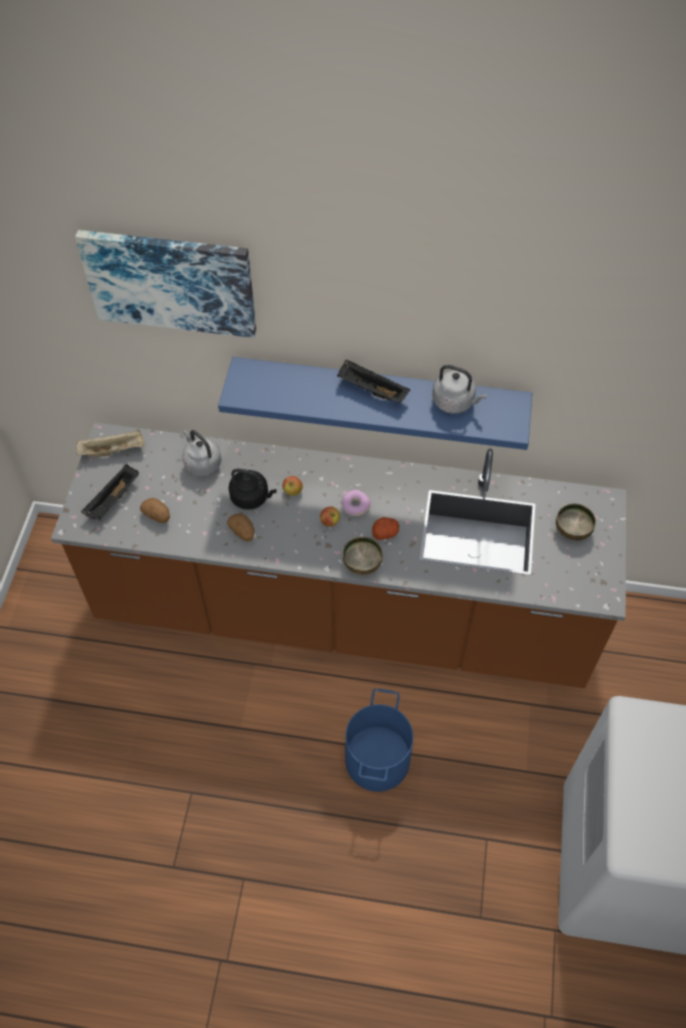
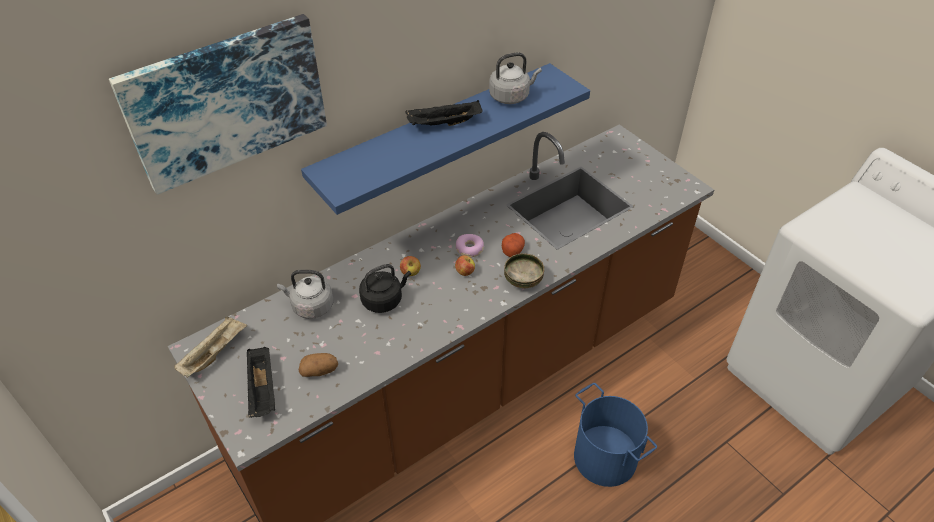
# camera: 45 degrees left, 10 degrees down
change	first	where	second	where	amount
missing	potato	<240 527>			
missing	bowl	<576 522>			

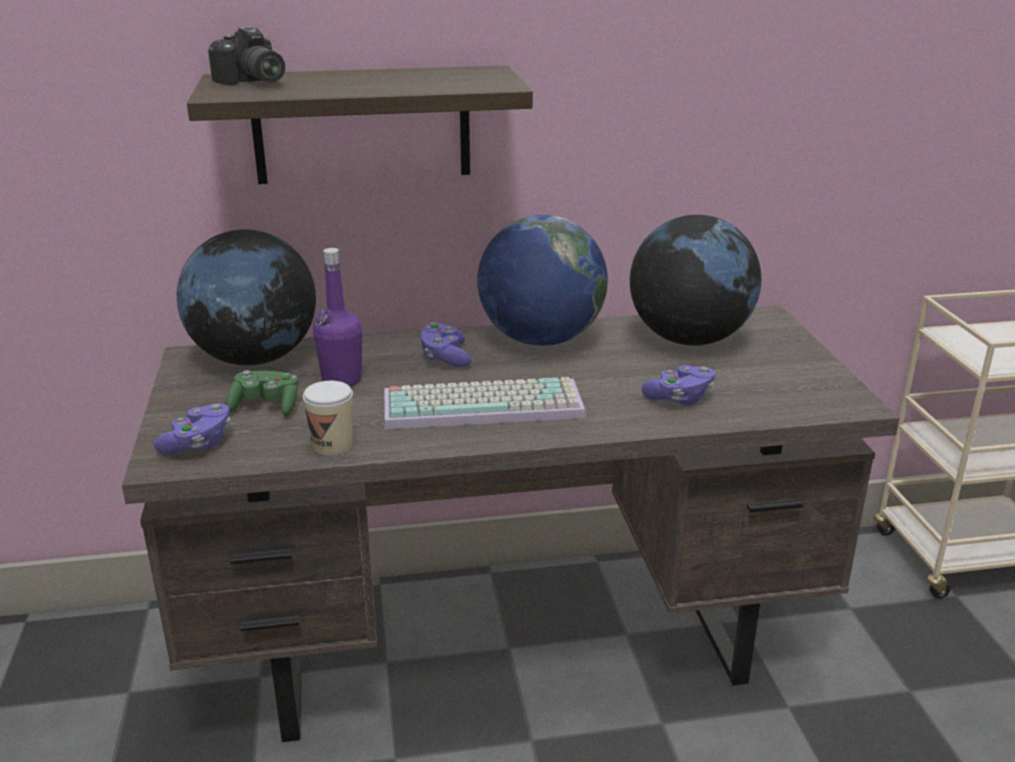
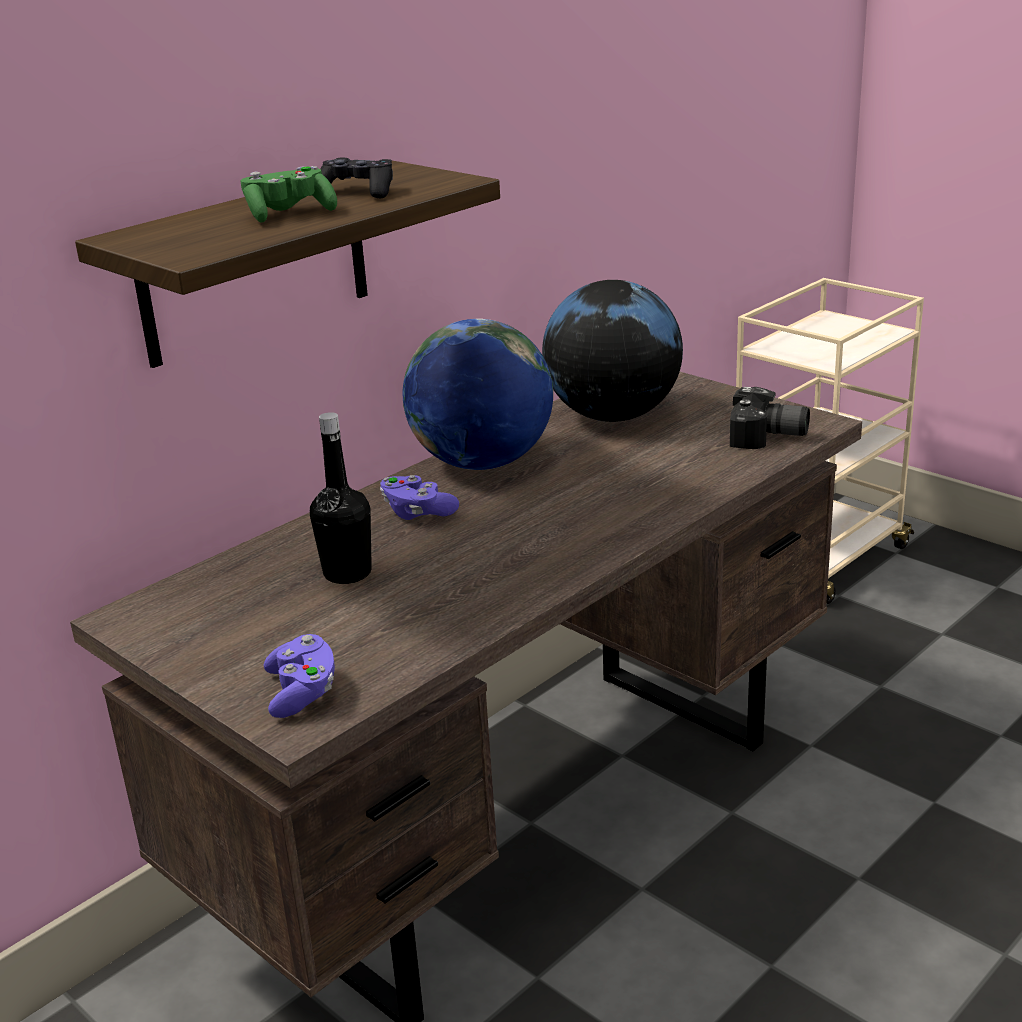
# camera: 35 degrees left, 0 degrees up
change	first	where	second	where	amount
missing	globe	<246 297>			
relocated	photo camera	<246 55>		<770 418>	
relocated	game controller/green	<262 393>		<289 194>	
missing	cup	<328 418>			
colour	bottle/purple	<337 317>	bottle/black	<341 498>	
missing	keyboard	<485 403>			
missing	game controller/purple	<678 385>			
appeared			game controller/black	<357 178>	

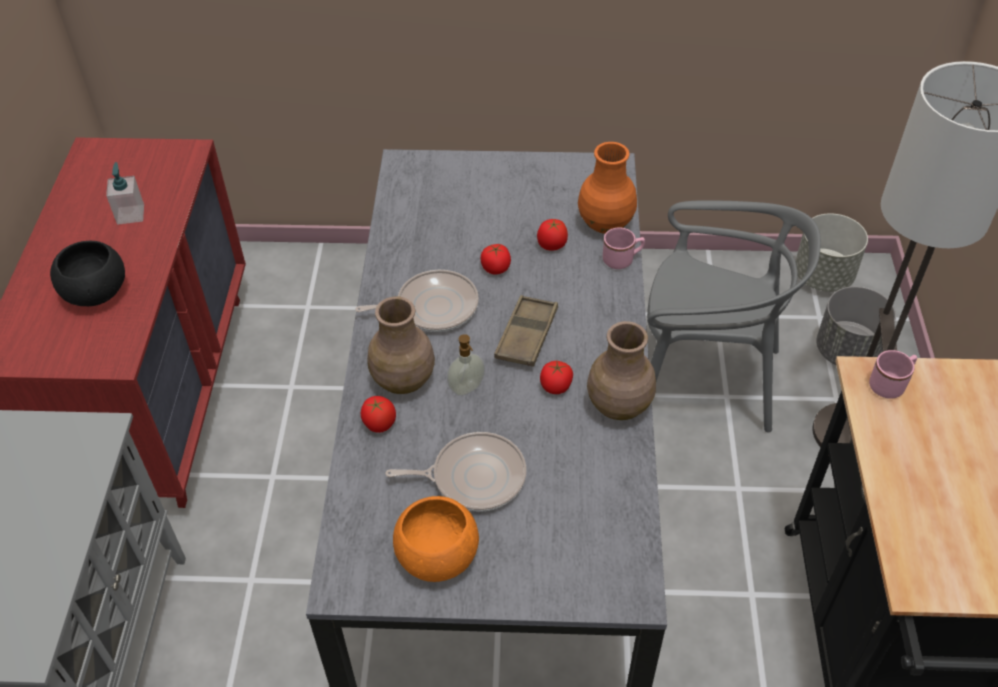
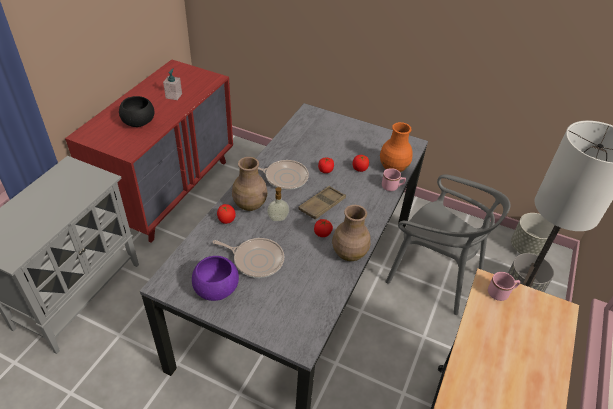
# camera: 20 degrees right, 5 degrees down
change	first	where	second	where	amount
colour	bowl/orange	<436 539>	bowl/purple	<215 278>	

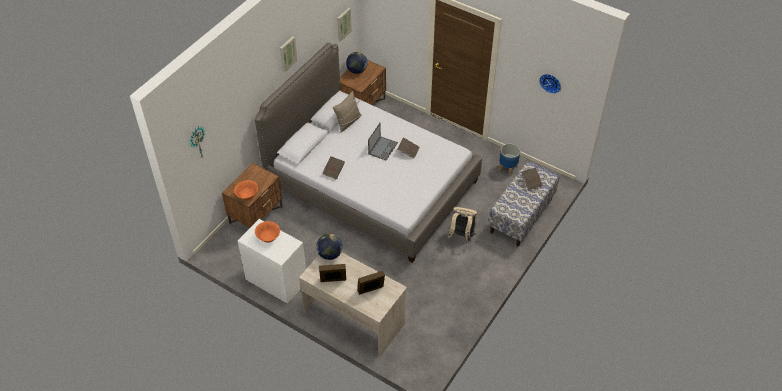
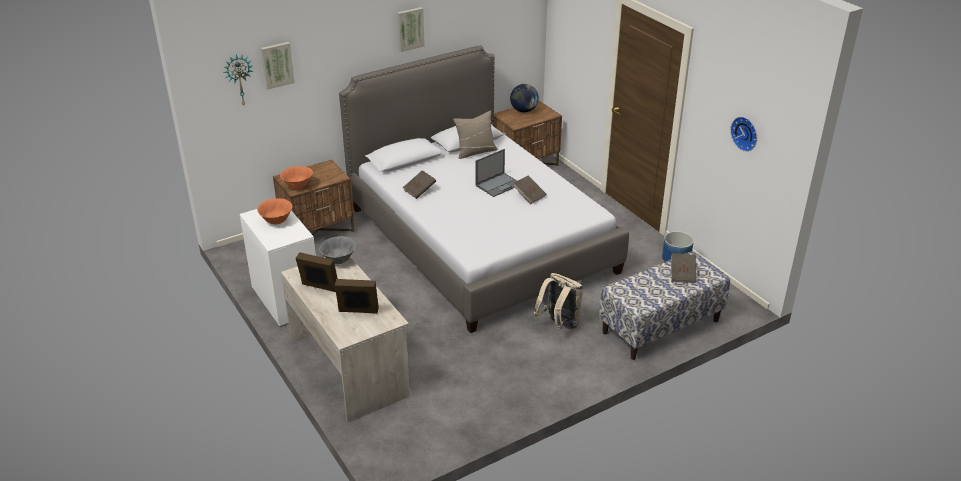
# camera: 25 degrees right, 15 degrees down
change	first	where	second	where	amount
exchanged	globe	<329 247>	bowl/grey	<337 250>	
relocated	picture	<344 24>		<278 65>	

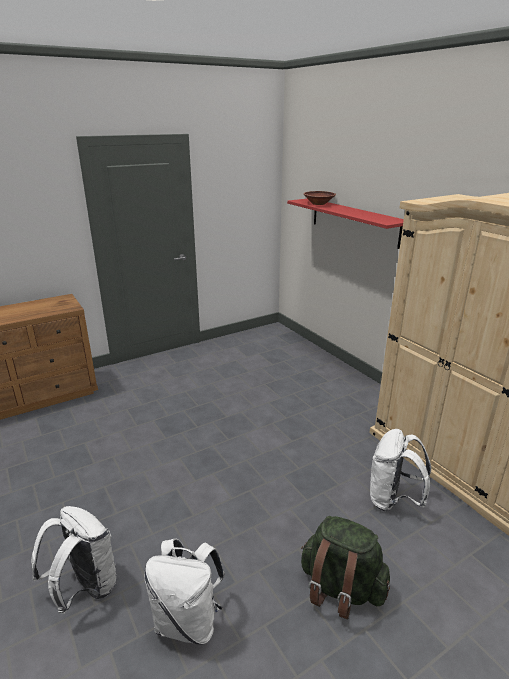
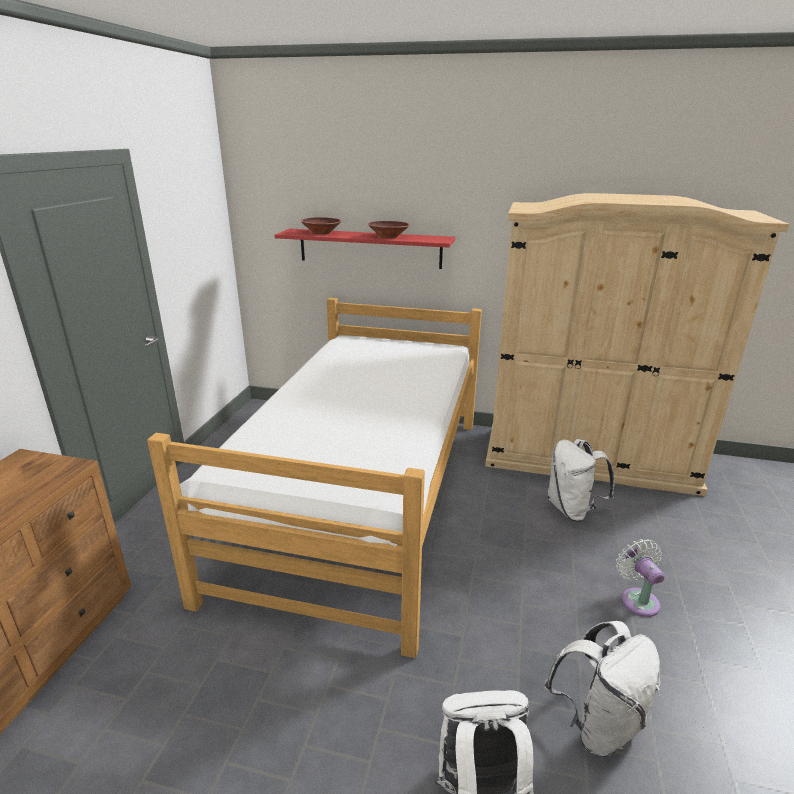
# camera: 45 degrees left, 0 degrees up
change	first	where	second	where	amount
exchanged	backpack/green	<345 567>	fan/white	<640 578>	
appeared			bed	<314 478>	
appeared			bowl/brown	<389 230>	

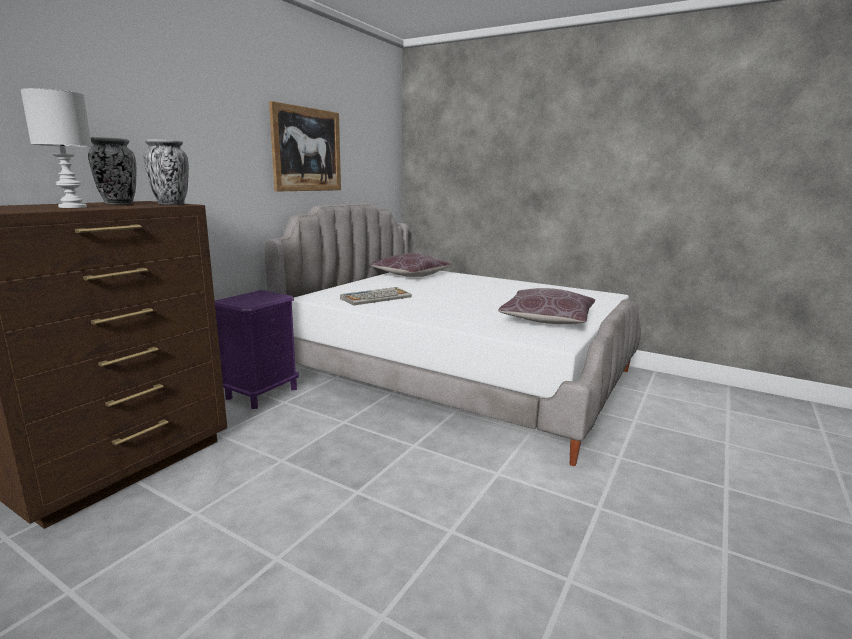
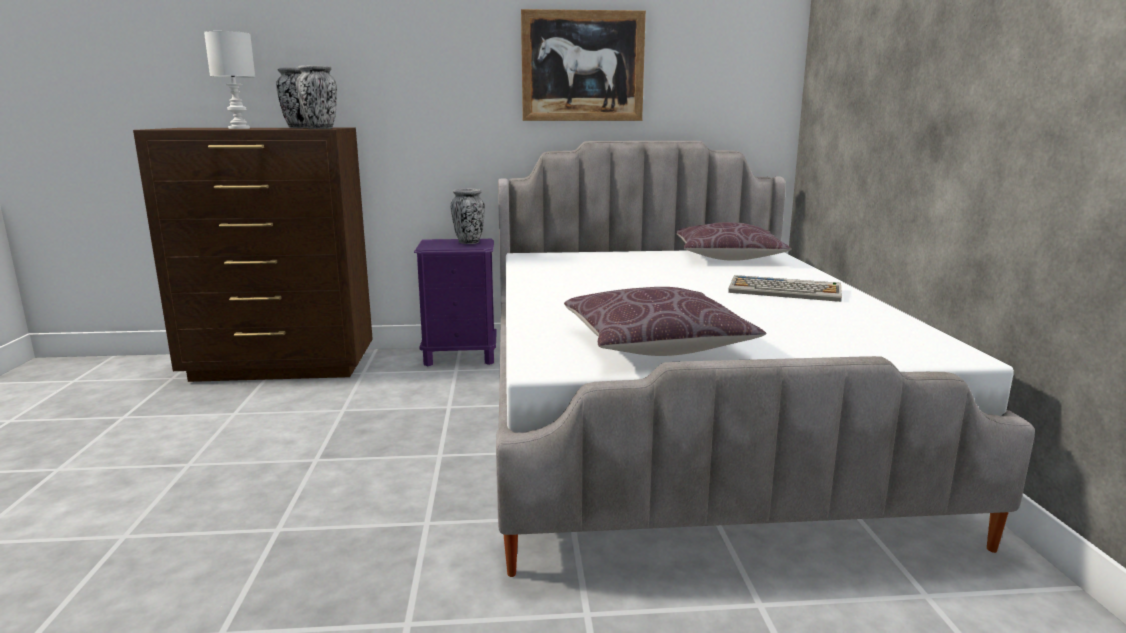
# camera: 55 degrees right, 0 degrees up
change	first	where	second	where	amount
relocated	keyboard	<376 296>		<785 288>	
appeared			vase	<468 216>	

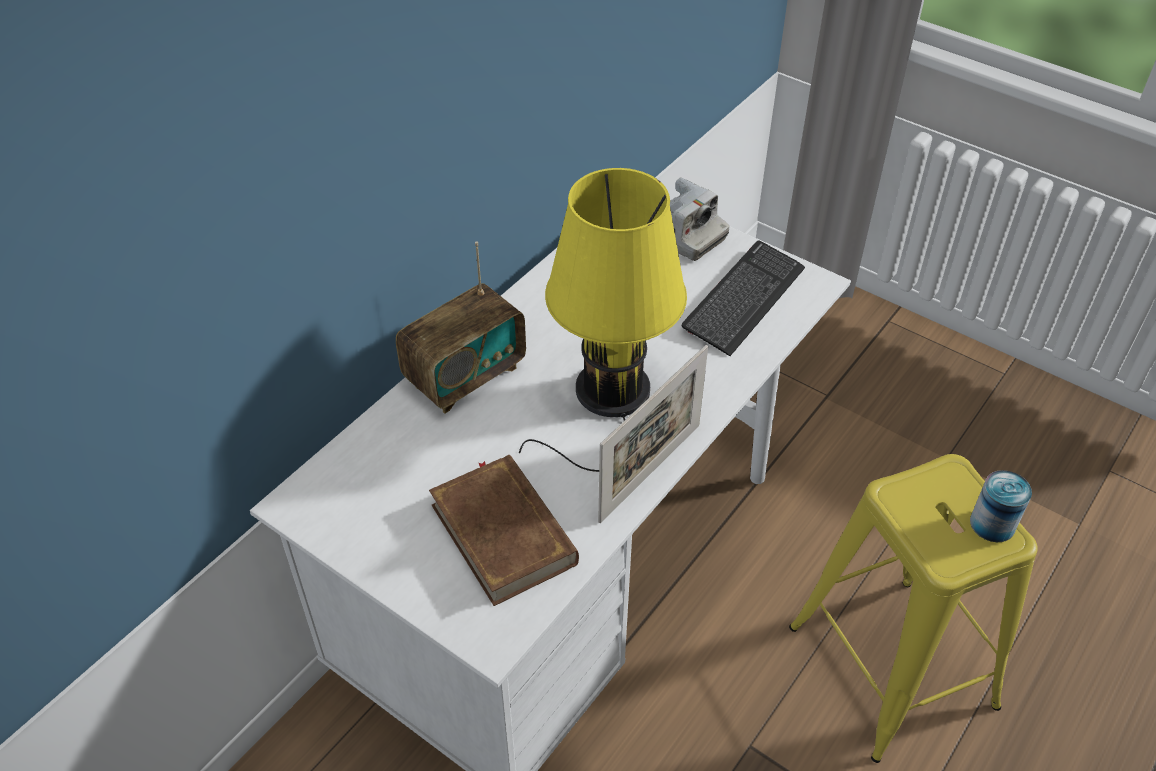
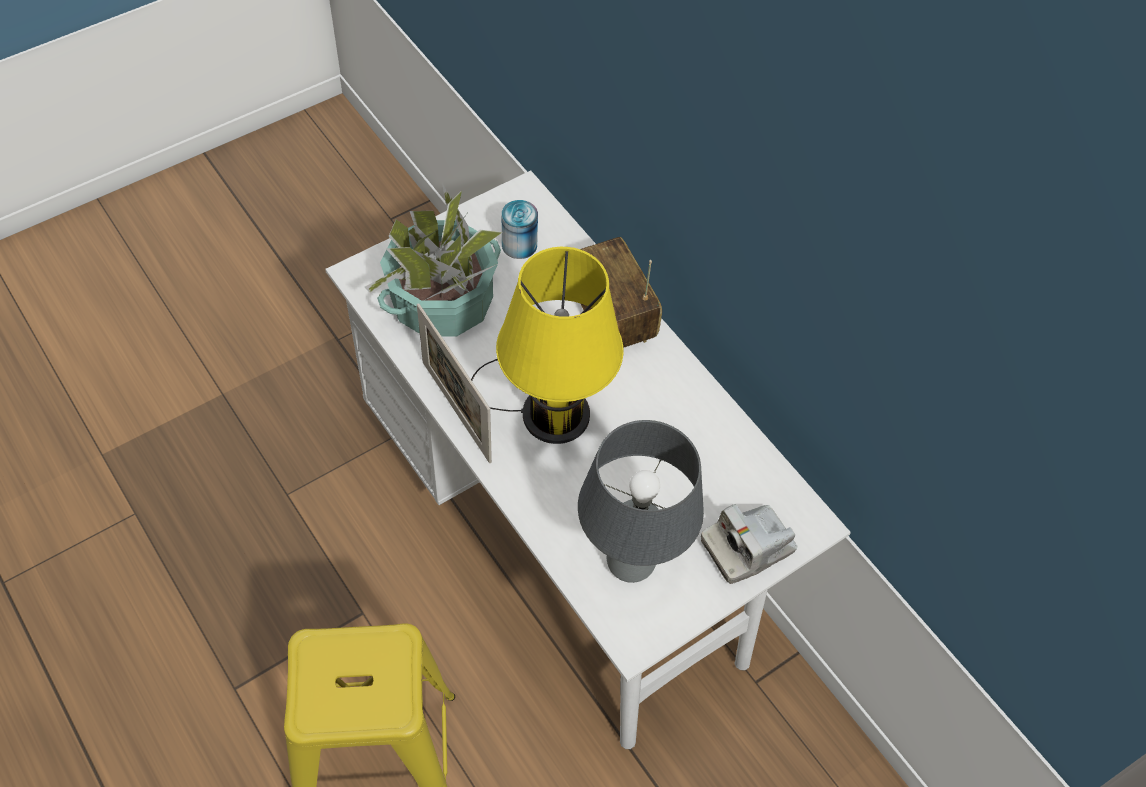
# camera: 105 degrees right, 10 degrees up
change	first	where	second	where	amount
exchanged	book/brown	<504 530>	potted plant	<433 260>	
exchanged	keyboard	<743 298>	table lamp/grey	<641 501>	
relocated	can	<1001 506>		<520 229>	

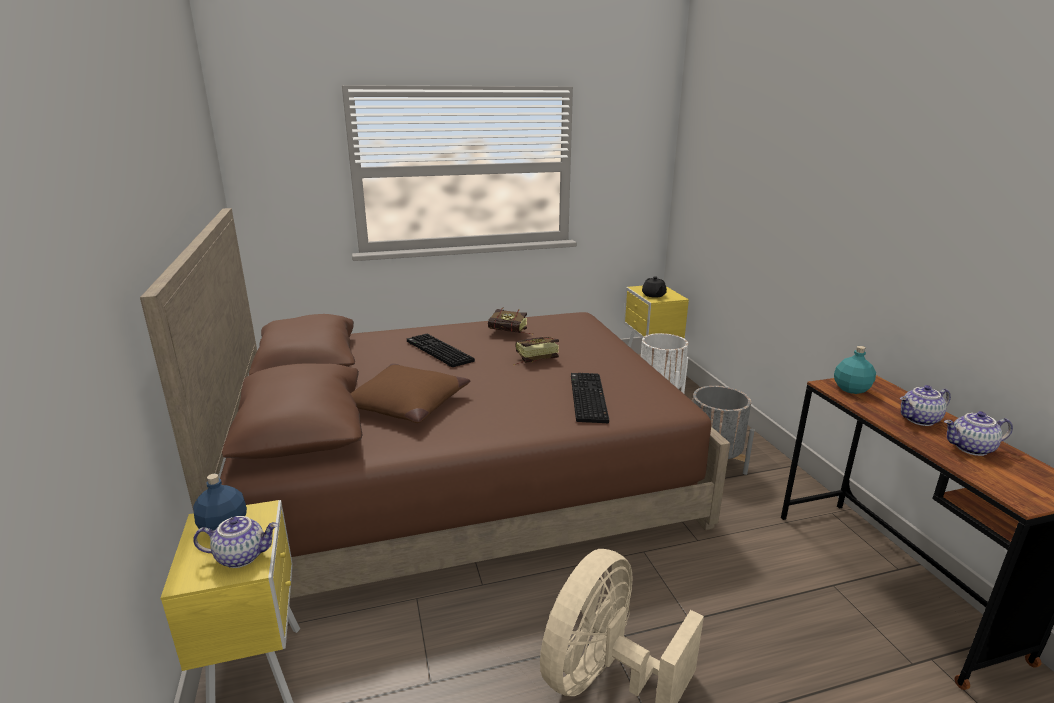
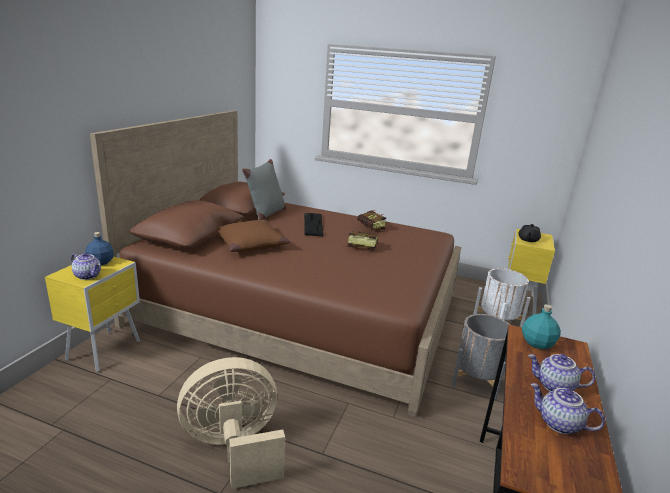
# camera: 35 degrees right, 0 degrees up
change	first	where	second	where	amount
missing	keyboard	<590 398>			
appeared			pillow/grey	<264 189>	

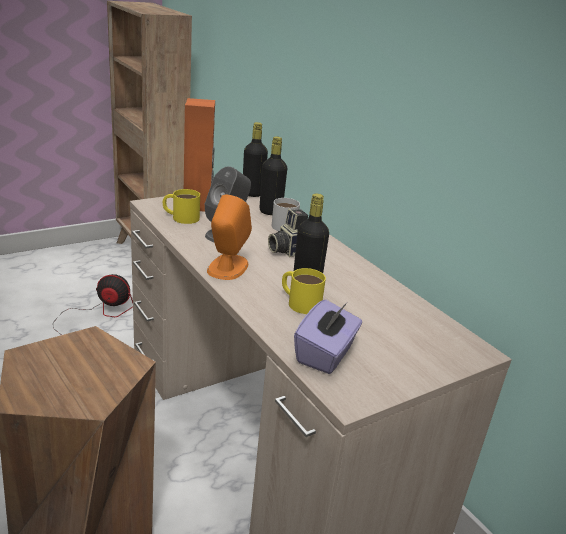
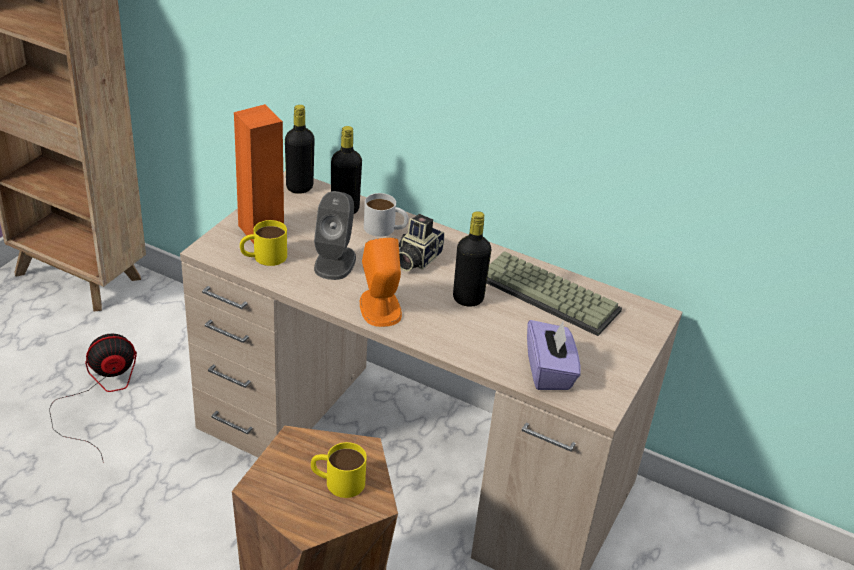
# camera: 30 degrees left, 10 degrees up
change	first	where	second	where	amount
relocated	mug/yellow	<304 291>		<339 470>	
appeared			keyboard	<554 293>	

